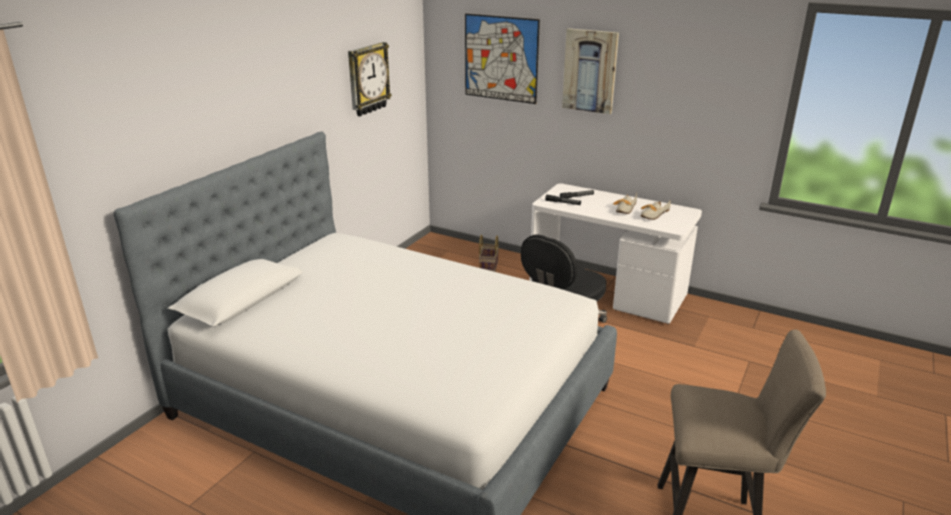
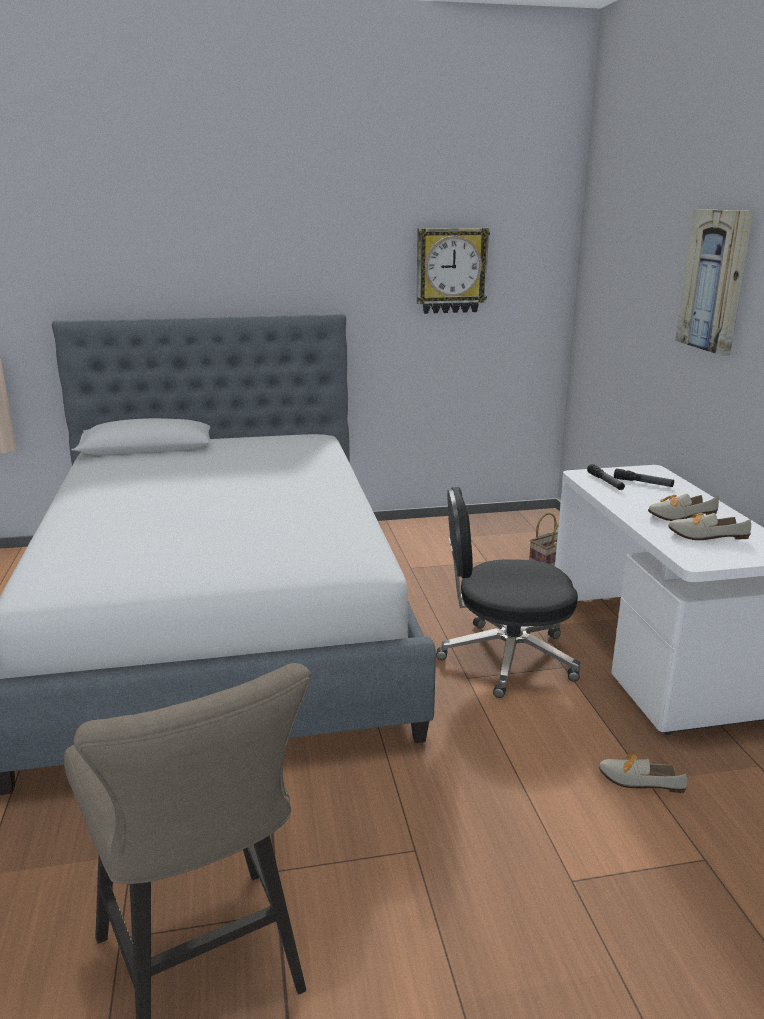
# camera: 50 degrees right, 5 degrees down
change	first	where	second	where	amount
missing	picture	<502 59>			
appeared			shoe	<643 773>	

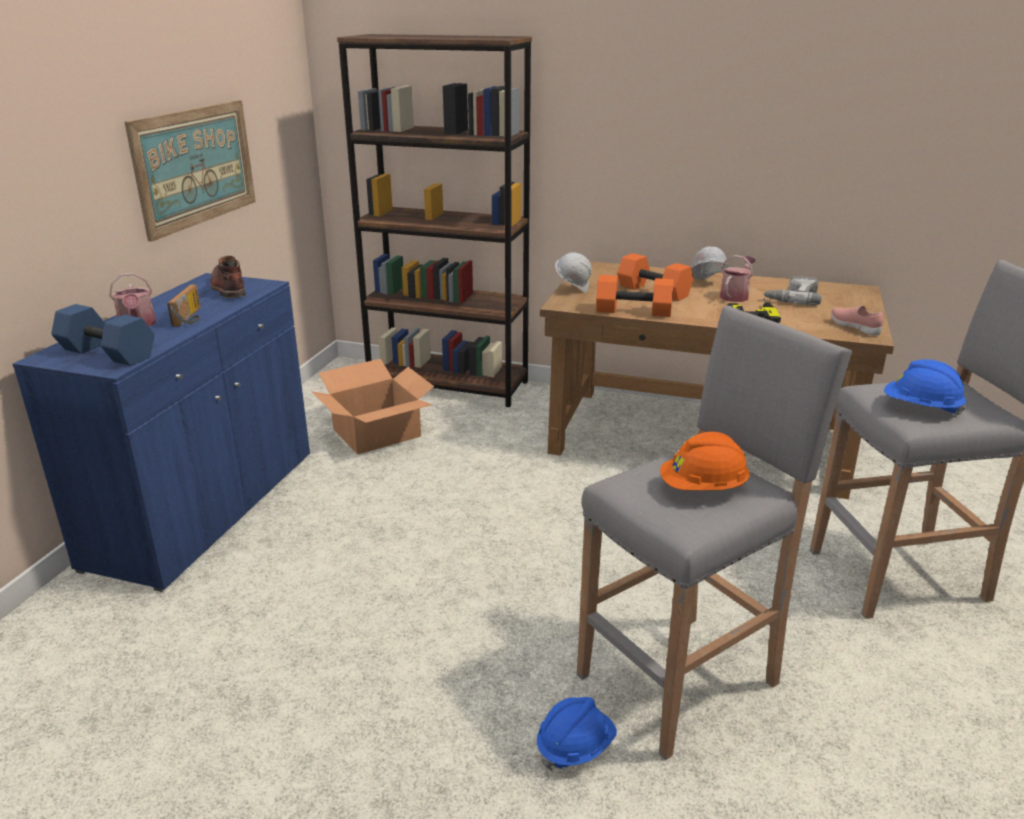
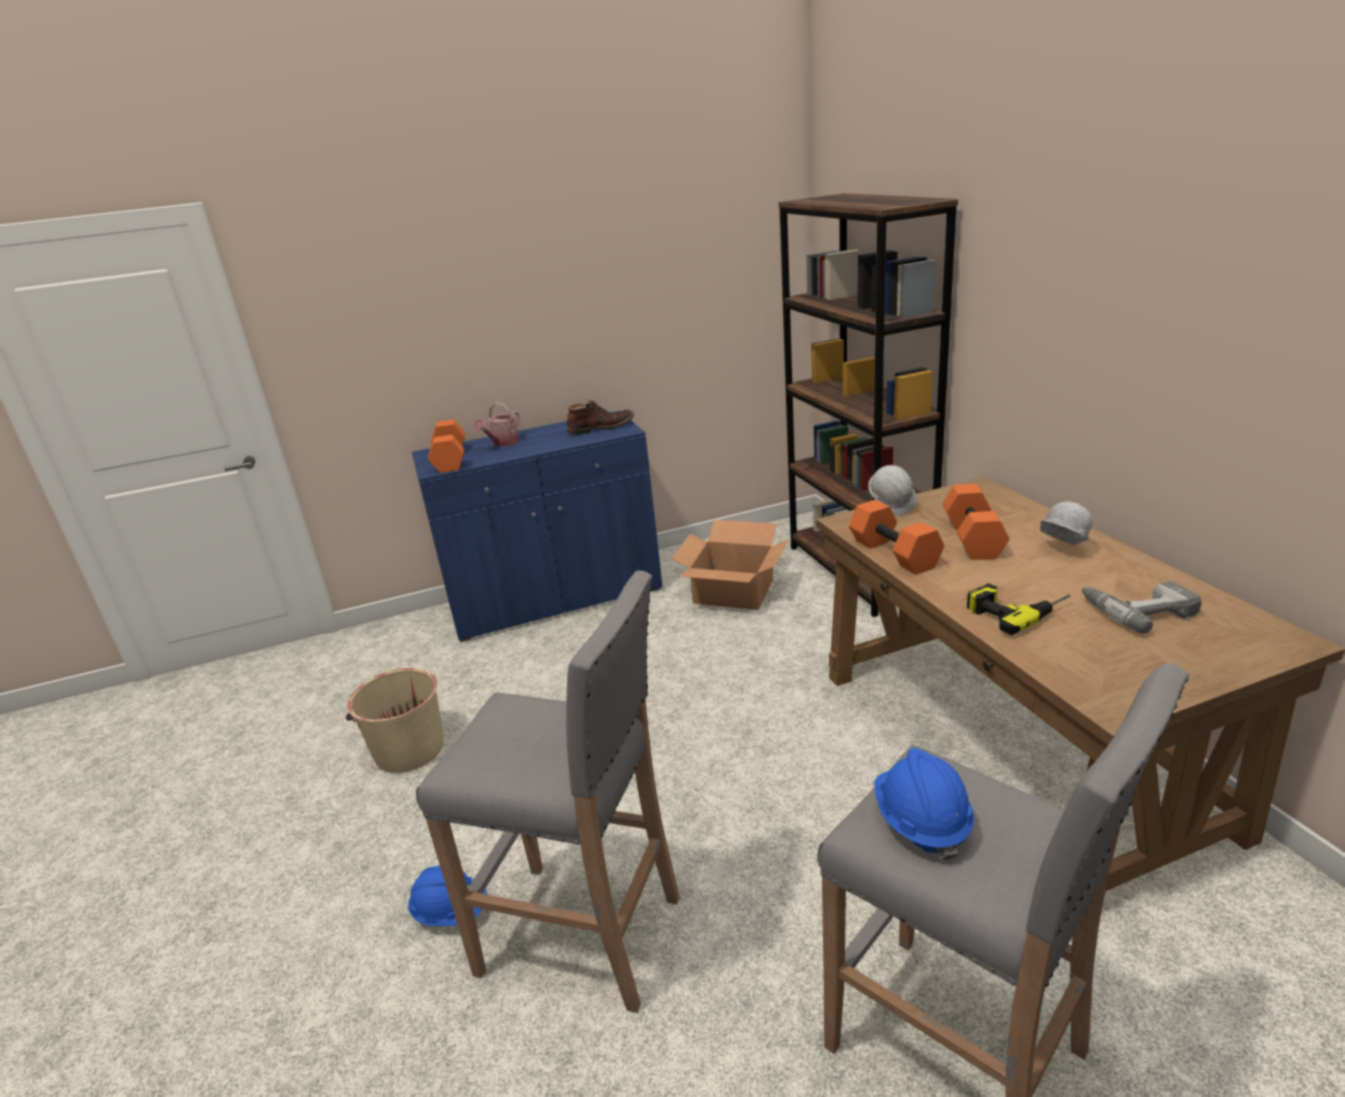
# camera: 55 degrees right, 0 degrees up
change	first	where	second	where	amount
colour	dumbbell/blue	<102 335>	dumbbell/orange	<446 446>	
missing	picture	<190 171>			
missing	radio	<183 305>			
spun	boot/brown	<228 277>		<600 417>	45 degrees clockwise
missing	hard hat/orange	<705 461>			
missing	watering can	<738 278>			
missing	shoe/pink	<857 321>			
appeared			bucket/beige	<395 720>	

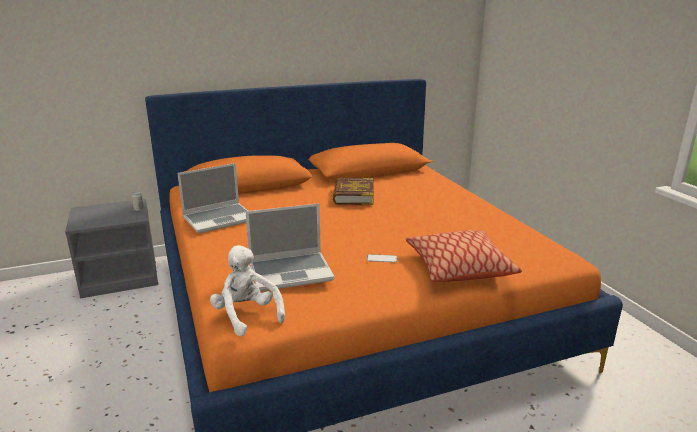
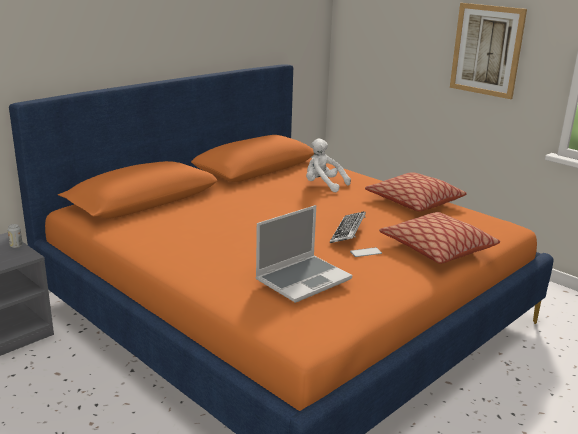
# camera: 25 degrees left, 0 degrees up
change	first	where	second	where	amount
missing	laptop	<212 198>			
relocated	plush toy/white	<247 290>		<328 165>	
missing	book	<353 191>			
appeared			keyboard	<348 227>	
appeared			pillow	<416 191>	
appeared			picture	<488 51>	

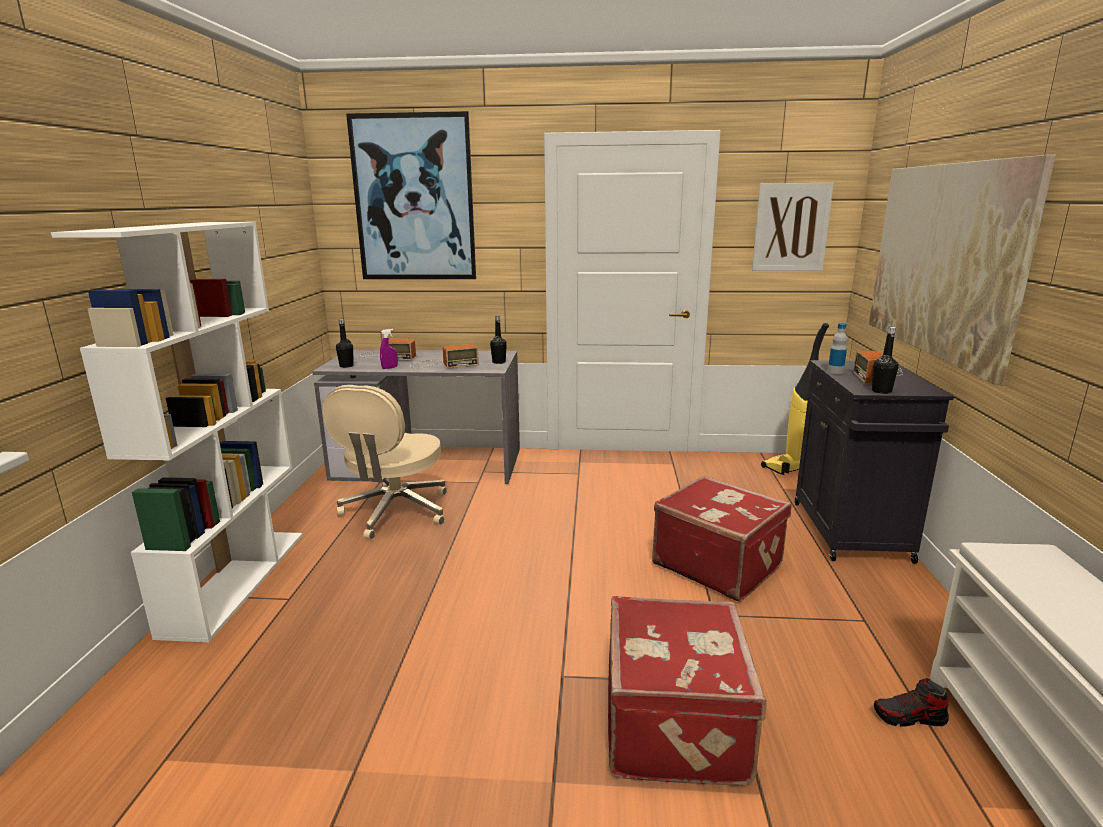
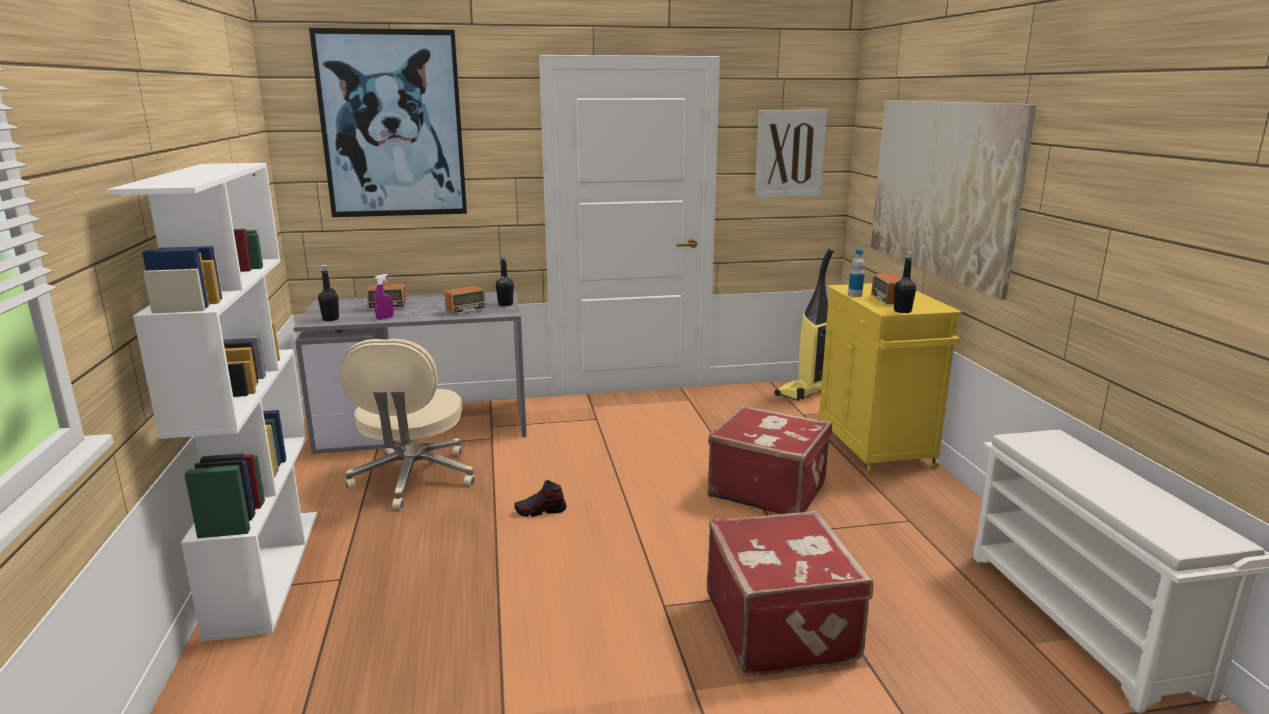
# camera: 15 degrees left, 0 degrees up
change	first	where	second	where	amount
colour	cabinet/black	<874 462>	cabinet/yellow	<890 378>	
relocated	shoe	<911 702>		<540 498>	

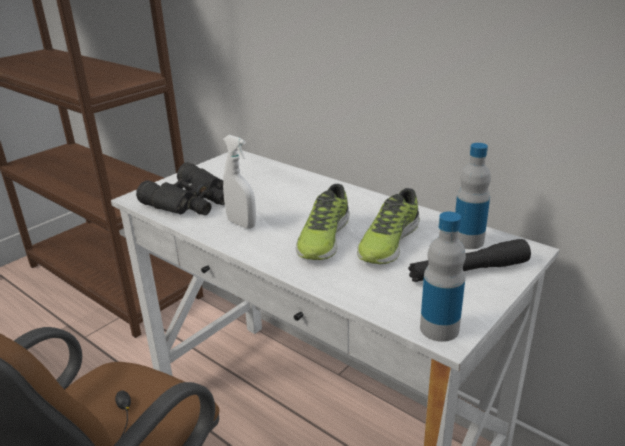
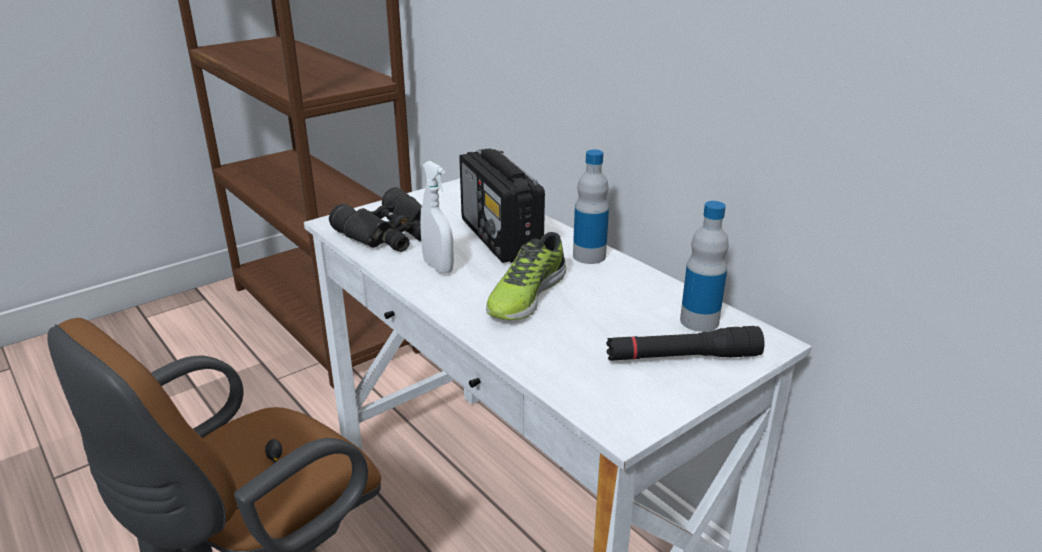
# camera: 10 degrees right, 0 degrees up
change	first	where	second	where	amount
missing	shoe	<388 226>			
relocated	bottle	<443 277>		<591 207>	
appeared			radio	<502 205>	

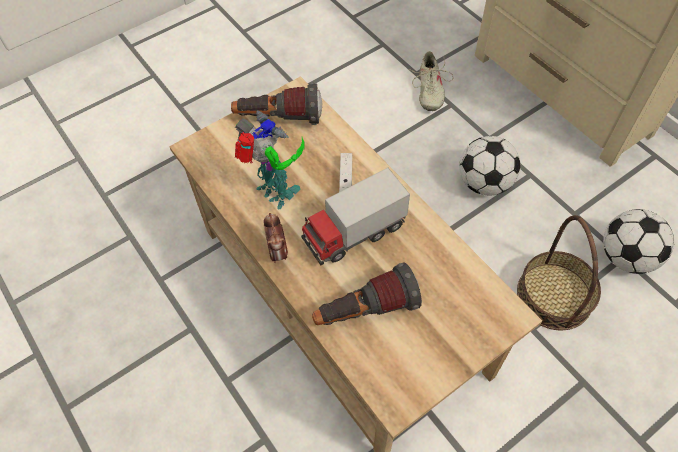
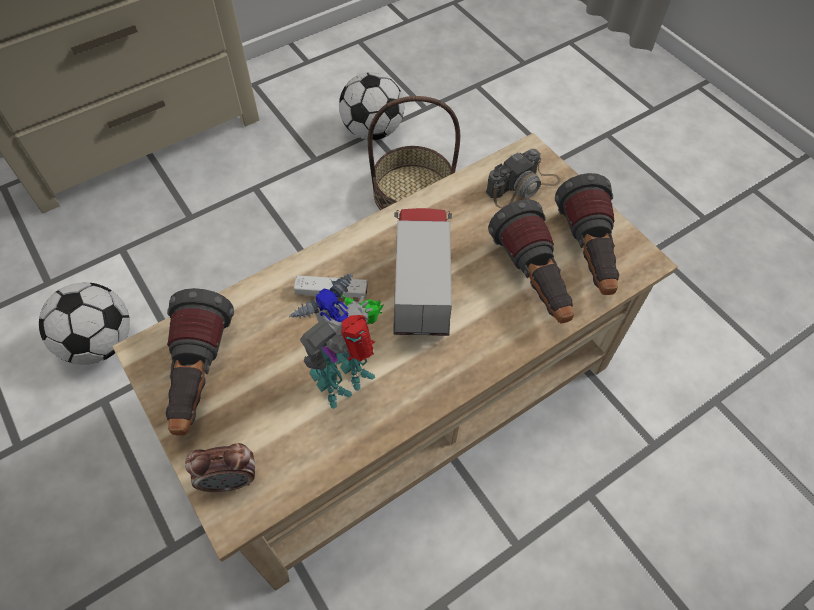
# camera: 90 degrees left, 0 degrees up
change	first	where	second	where	amount
relocated	alarm clock	<276 238>		<220 467>	
spun	toy truck	<355 217>		<423 272>	150 degrees counterclockwise
missing	shoe/beige	<430 81>			
relocated	football	<489 166>		<84 323>	
appeared			photo camera	<523 178>	
appeared			flashlight	<587 234>	

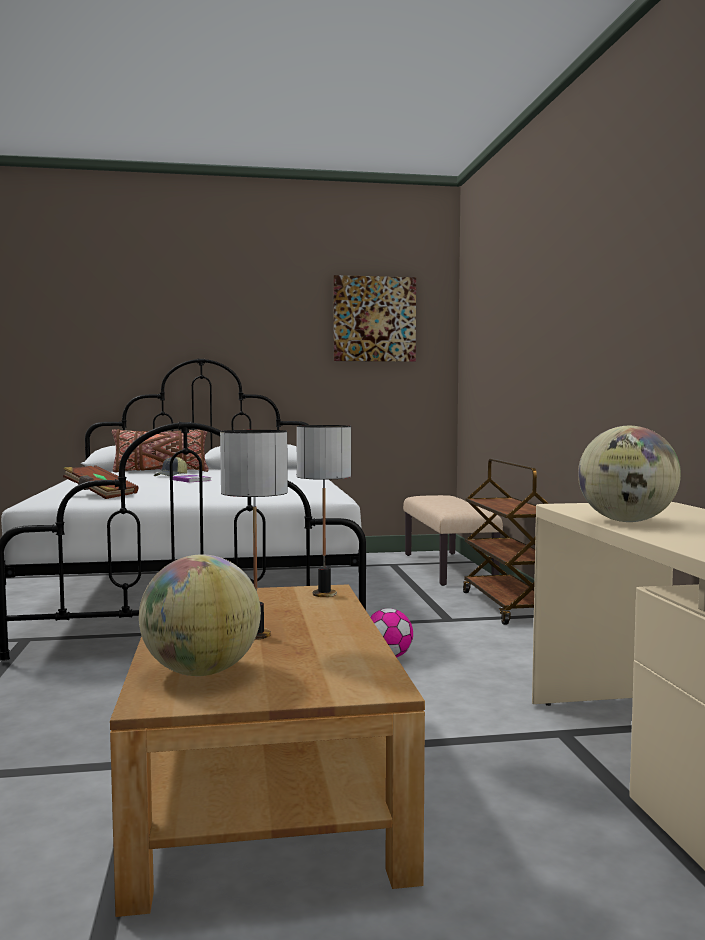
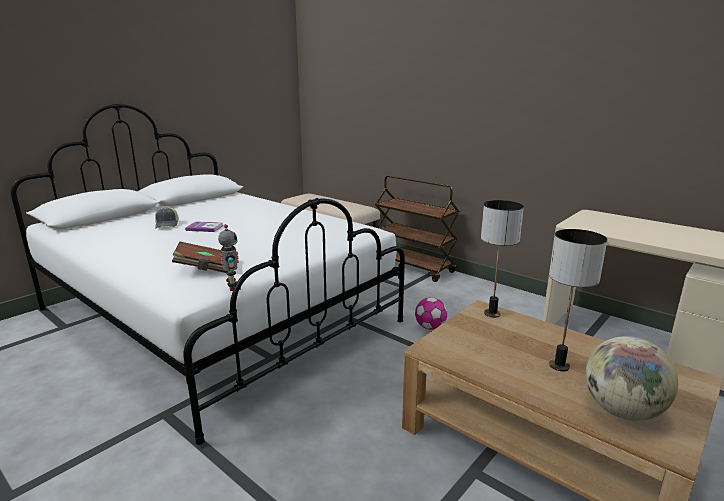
# camera: 40 degrees left, 15 degrees up
change	first	where	second	where	amount
missing	pillow/brown	<160 450>			
missing	picture	<374 318>			
missing	globe	<629 474>			
appeared			toy robot	<229 257>	

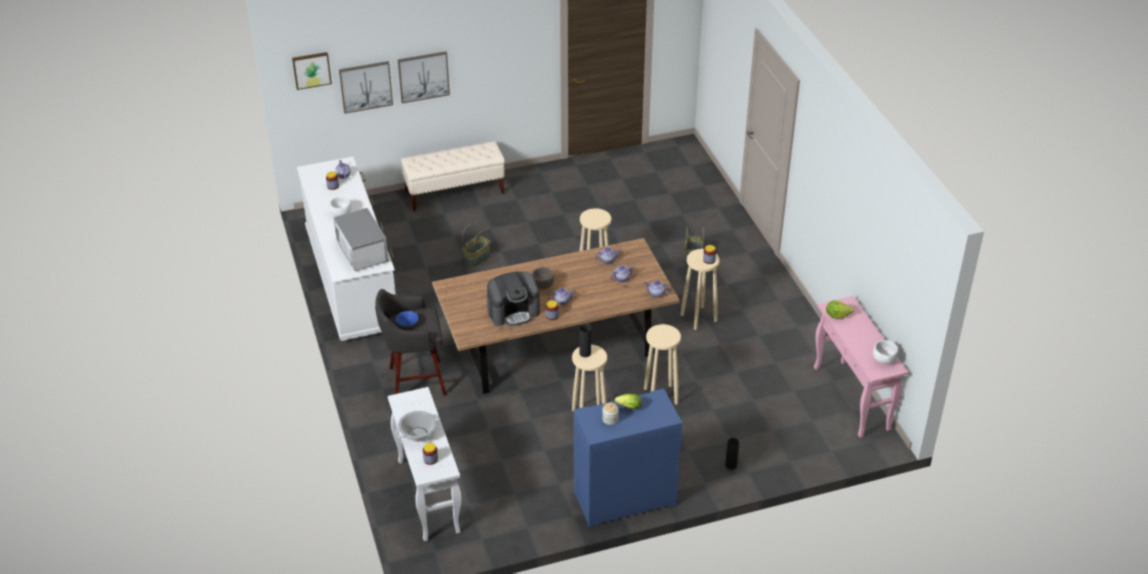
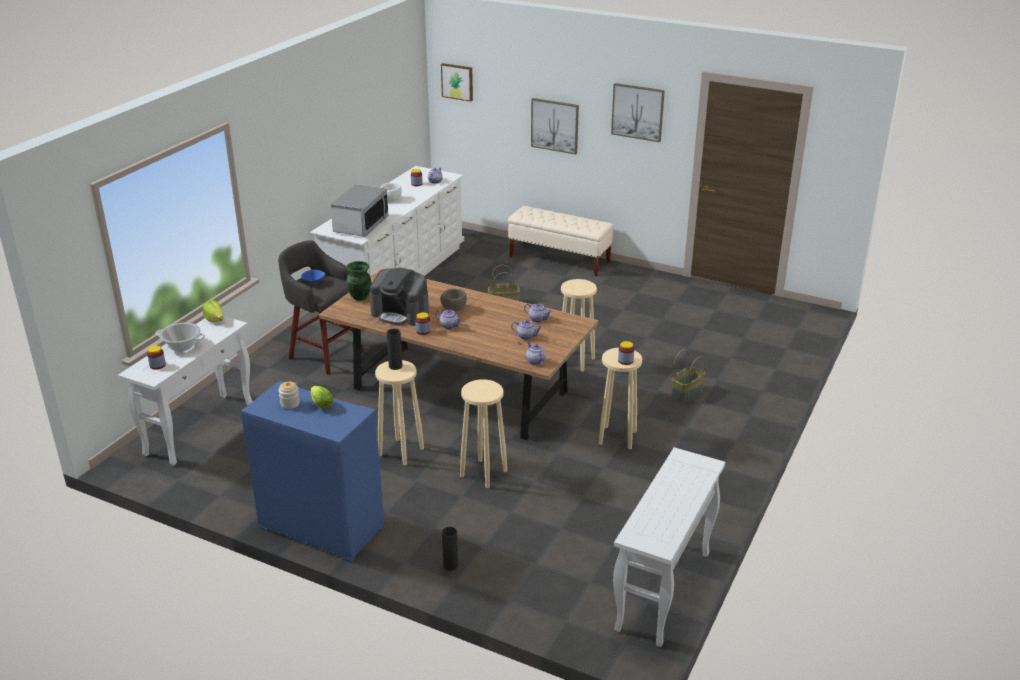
# camera: 45 degrees right, 10 degrees down
change	first	where	second	where	amount
relocated	picture	<366 87>		<638 112>	
colour	console table/pink	<861 367>	console table/white	<669 547>	
relocated	lettuce	<840 309>		<213 311>	
missing	bowl/white	<885 352>			
appeared			vase/green	<358 281>	

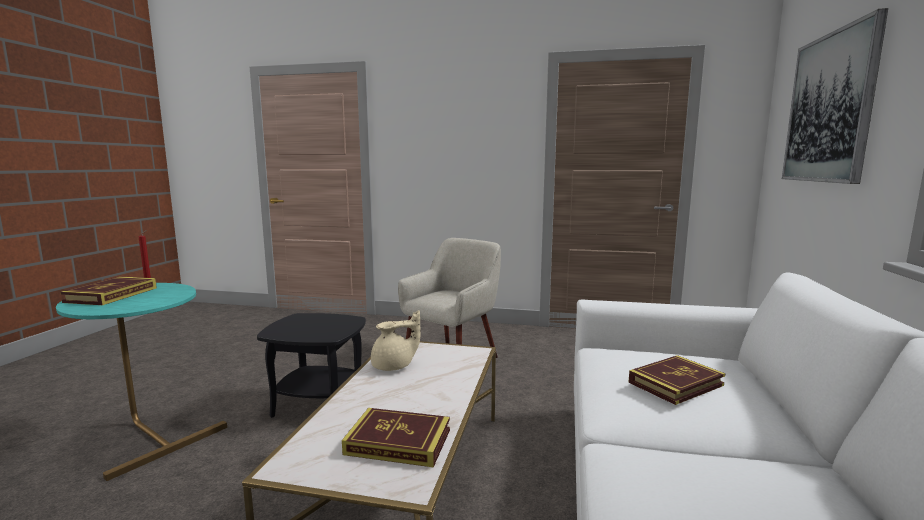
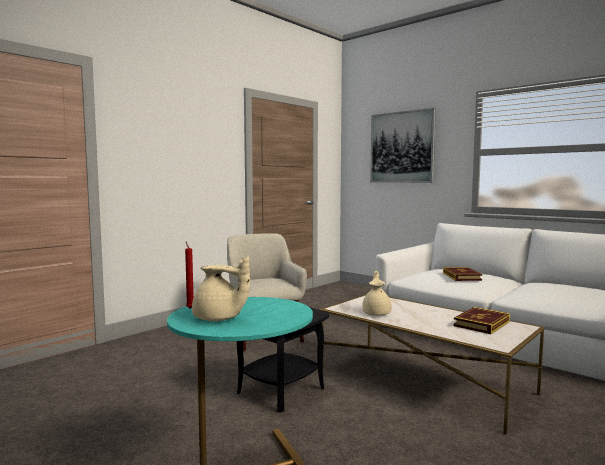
# camera: 60 degrees left, 5 degrees down
change	first	where	second	where	amount
exchanged	book	<108 291>	teapot/beige	<221 288>	

